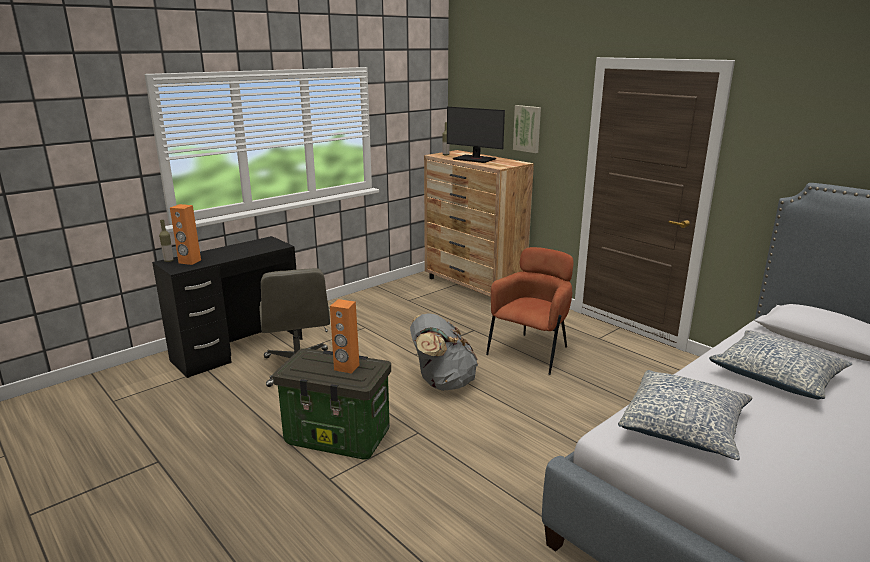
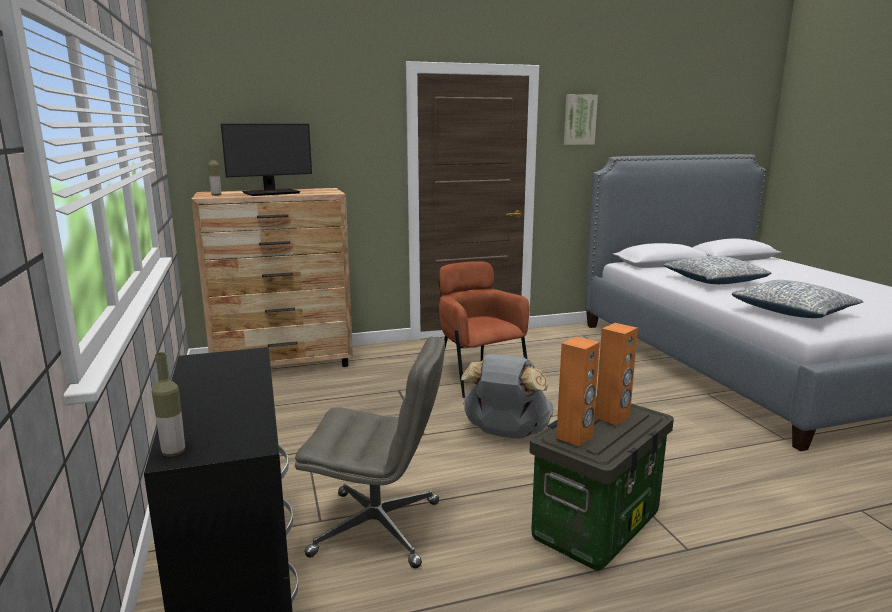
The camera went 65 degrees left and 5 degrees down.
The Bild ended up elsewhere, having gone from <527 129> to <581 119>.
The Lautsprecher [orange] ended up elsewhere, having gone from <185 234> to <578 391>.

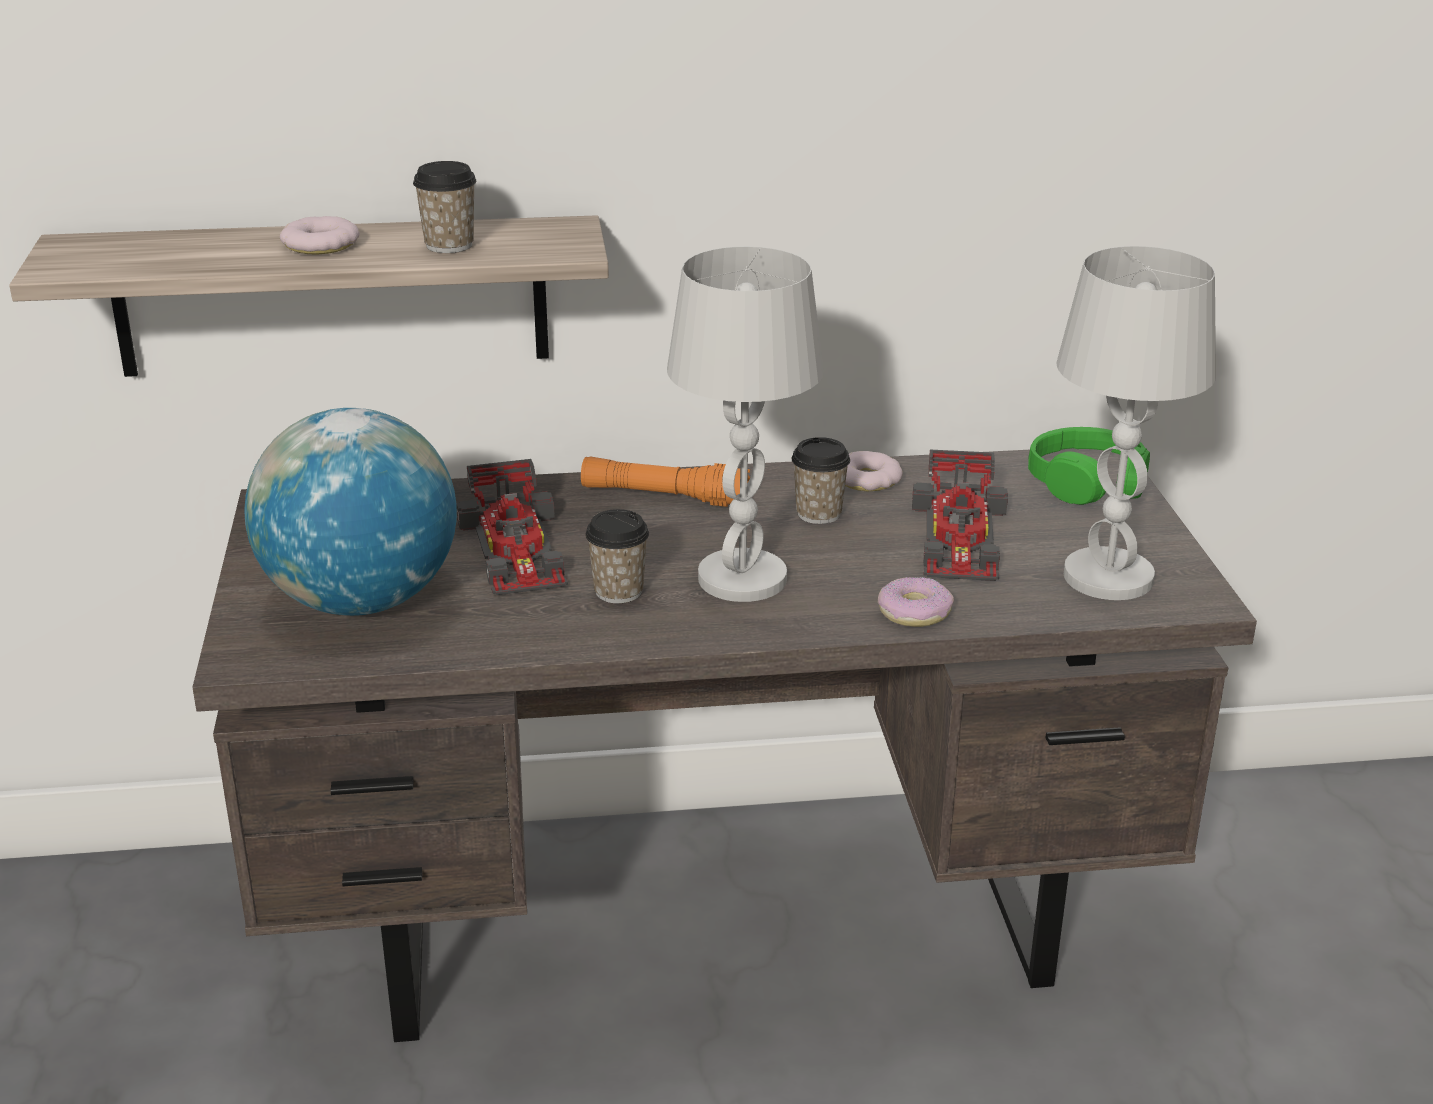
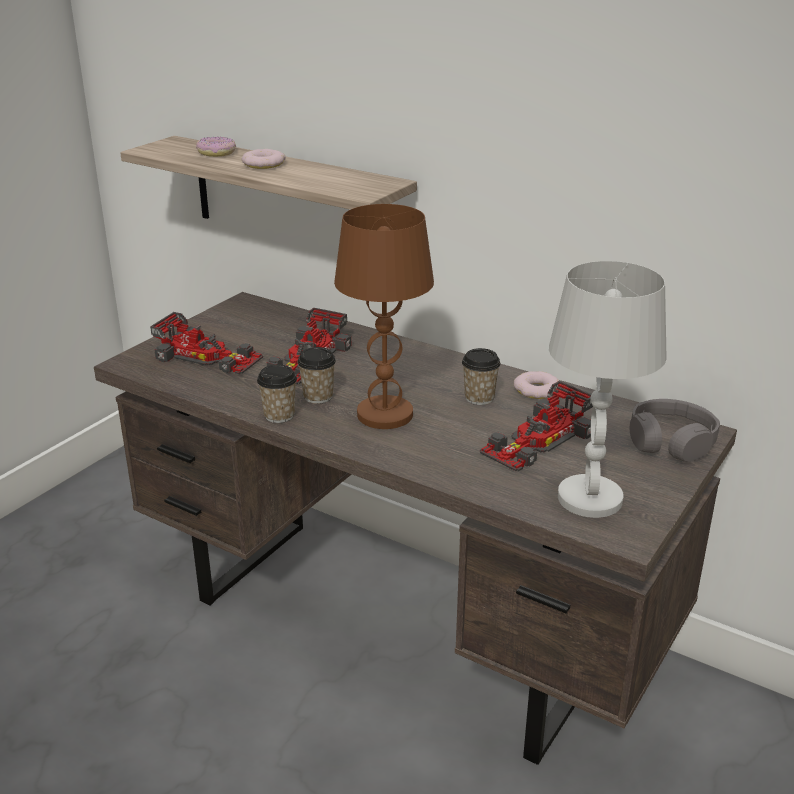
The camera went 40 degrees right and 0 degrees up.
The Tasse ended up elsewhere, having gone from <444 207> to <277 393>.
What was the Tischlampe [weiß] at <745 424> turned into the Tischlampe [braun] at <384 316>.
Where the Globus stood at <350 512>, the Spielzeugauto came to stand at <206 343>.
What was the Kopfhörer [grün] at <1089 466> turned into the Kopfhörer [grau] at <675 430>.
The second view lost the Taschenlampe [orange] at <665 481>.
The Donut ended up elsewhere, having gone from <916 602> to <216 147>.

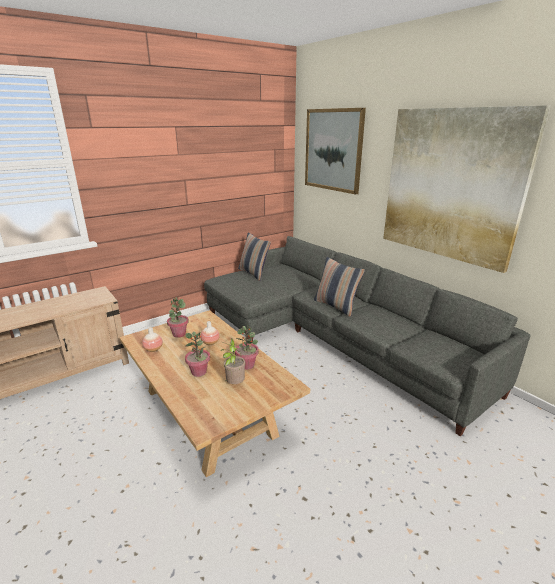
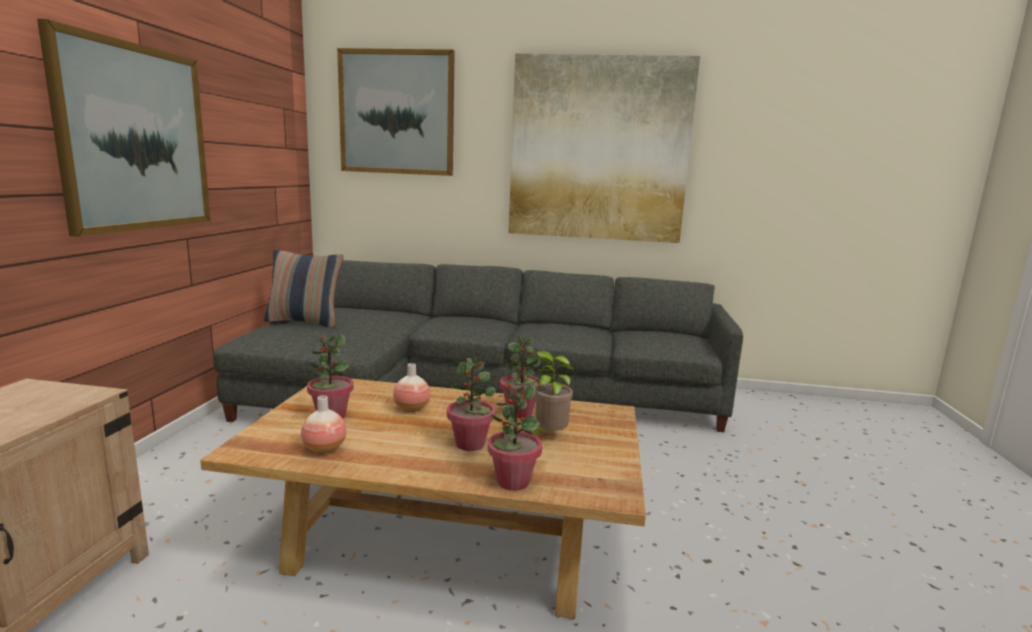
The camera went 45 degrees left and 10 degrees down.
The second view lost the Kissen at <339 287>.
The second view gained the Bild at <124 128>.
The second view gained the Topfpflanze at <515 437>.

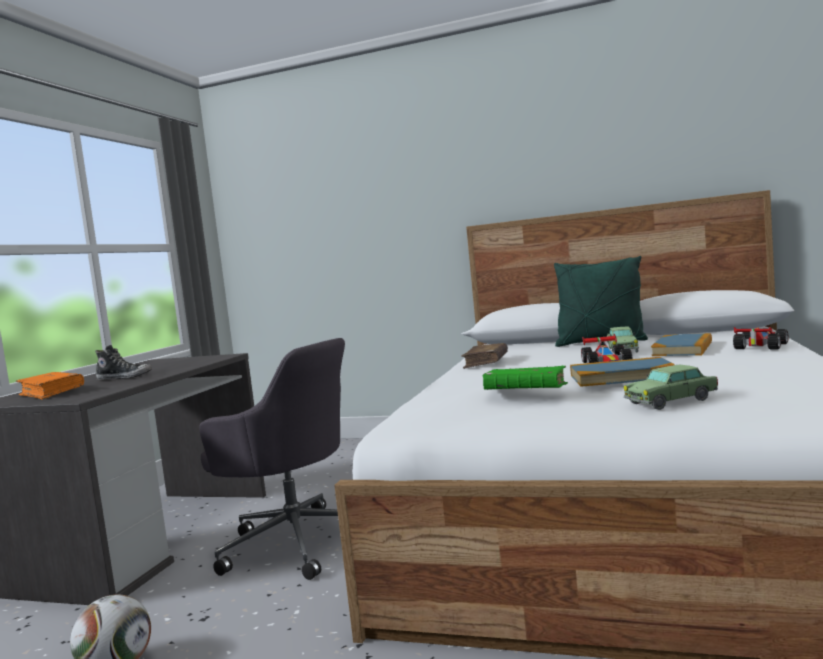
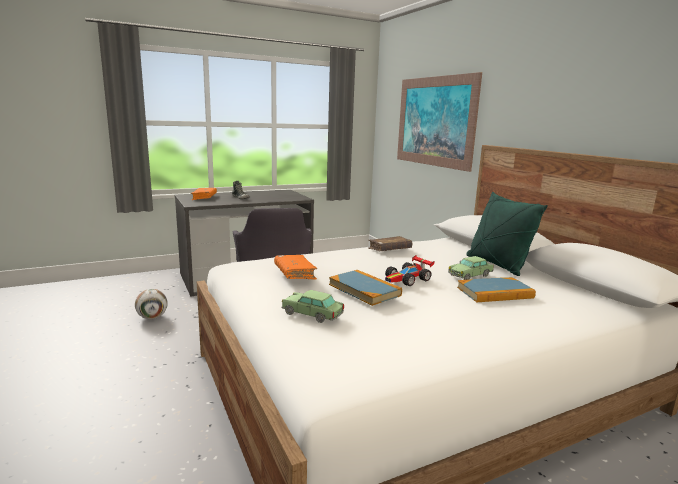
The camera went 45 degrees right and 10 degrees up.
The second view lost the Spielzeugauto at <760 338>.
What was the Buch [grün] at <525 378> turned into the Buch [orange] at <295 267>.
The second view gained the Bild at <439 122>.

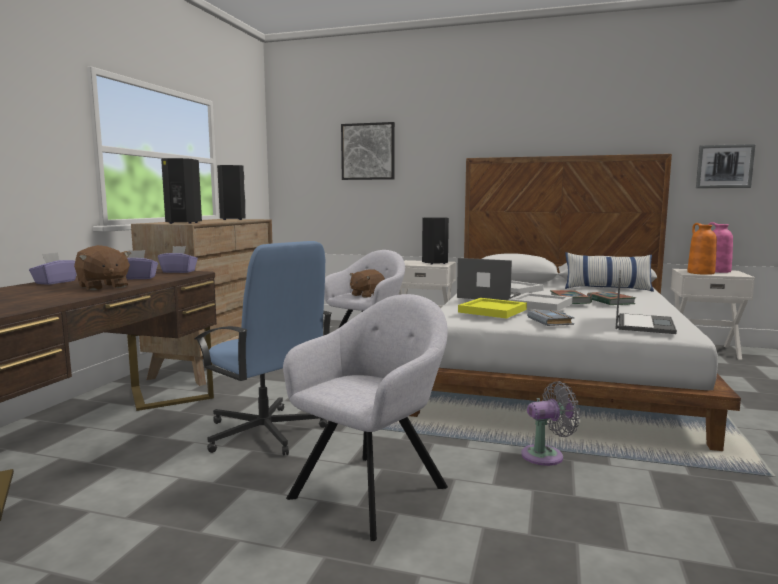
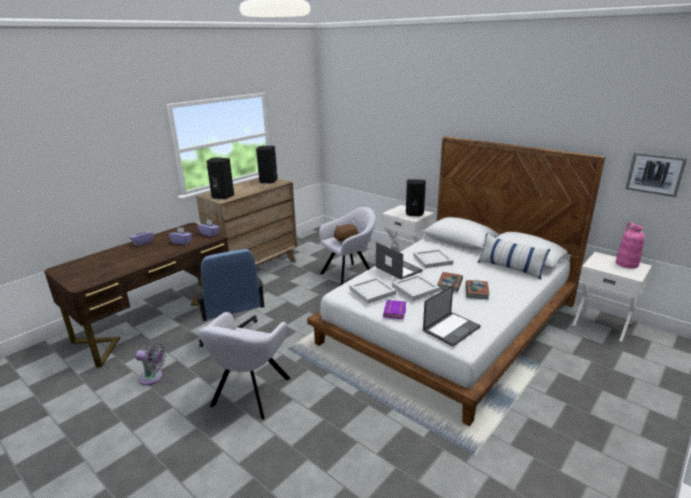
The camera went 25 degrees right and 15 degrees up.
The second view lost the Bild at <368 151>.
The second view lost the Vase [orange] at <702 249>.
The second view lost the Plüschtier [braun] at <102 268>.
The Sessel [grau] at <365 417> ended up facing another way, 135 degrees clockwise from before.
What was the Tablett [gelb] at <492 308> turned into the Tablett [weiß] at <373 290>.
What was the Buch [grau] at <550 318> turned into the Buch [lila] at <394 309>.
The Ventilator [grau] ended up elsewhere, having gone from <550 423> to <150 363>.

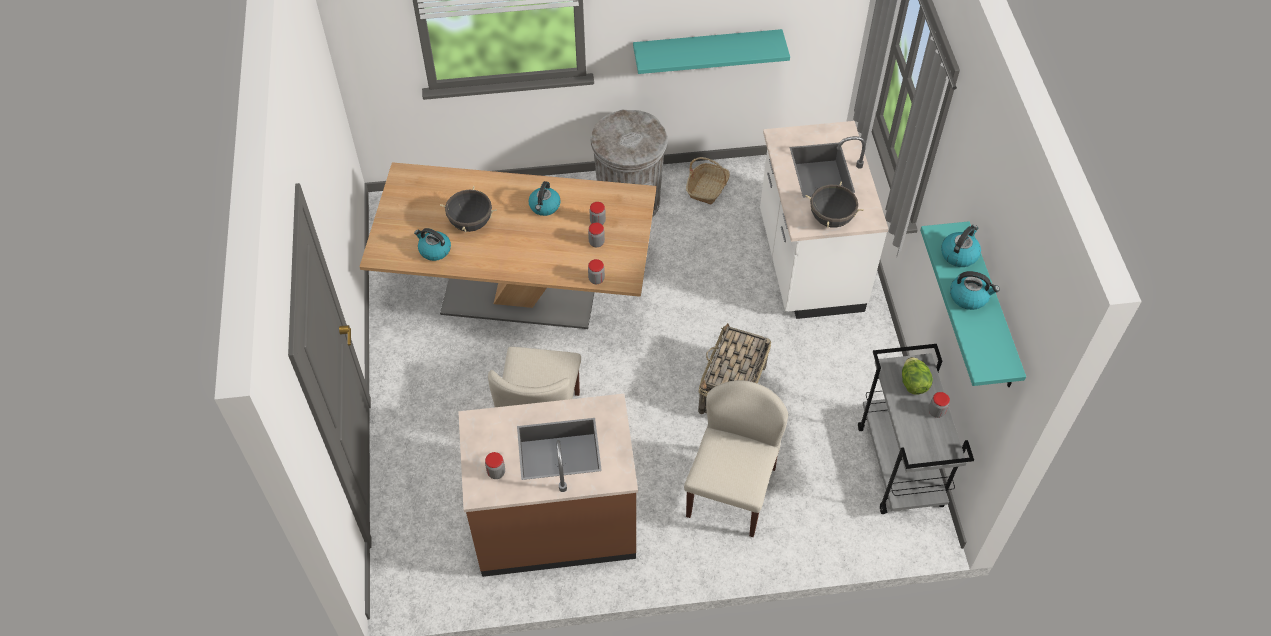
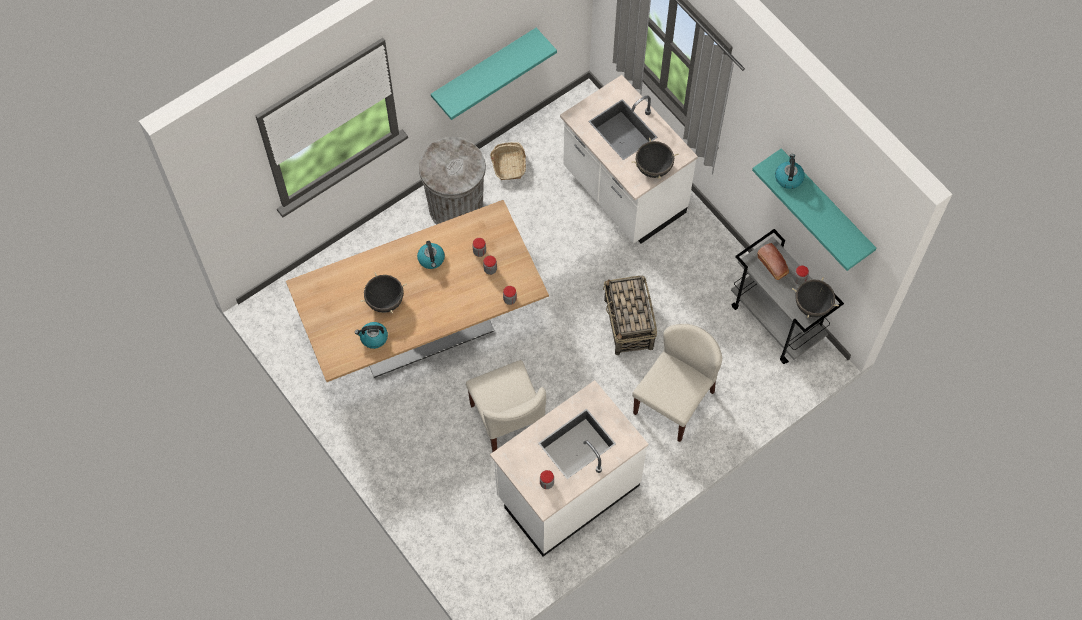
The camera went 30 degrees left and 10 degrees up.
The second view lost the Wasserkessel at <975 290>.
Where the Salatkopf stood at <917 376>, the Brot came to stand at <773 261>.
The Stuhl [beige] at <736 458> ended up facing another way, 45 degrees clockwise from before.
What was the Küchenzeile [braun] at <548 485> turned into the Küchenzeile [weiß] at <569 468>.
The second view gained the Kochtopf [schwarz] at <815 297>.

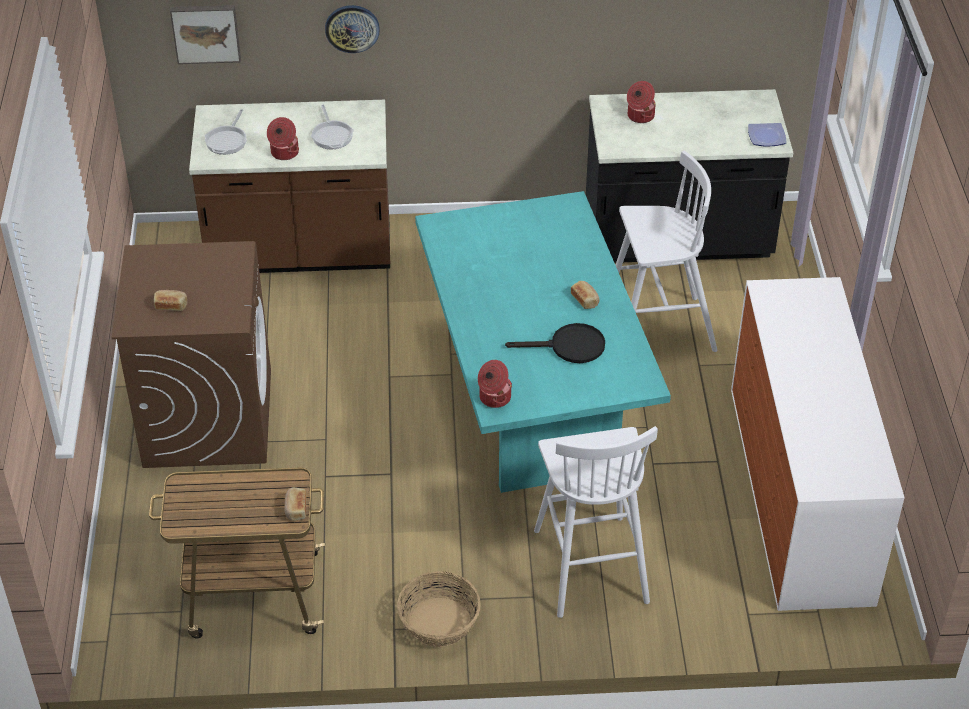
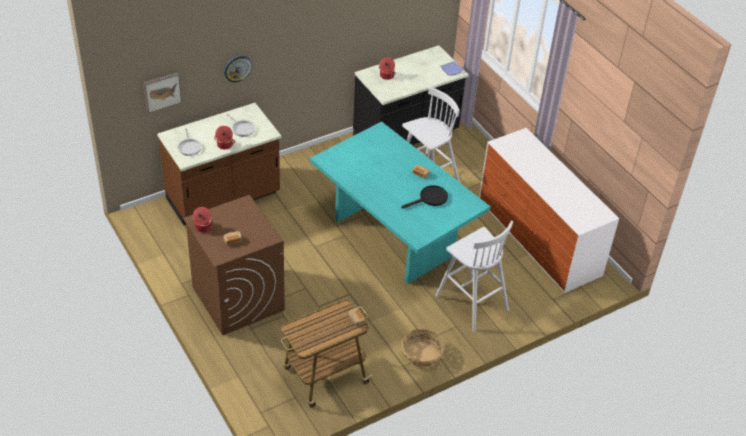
The camera went 30 degrees left and 0 degrees up.
The Kochtopf ended up elsewhere, having gone from <495 384> to <202 219>.

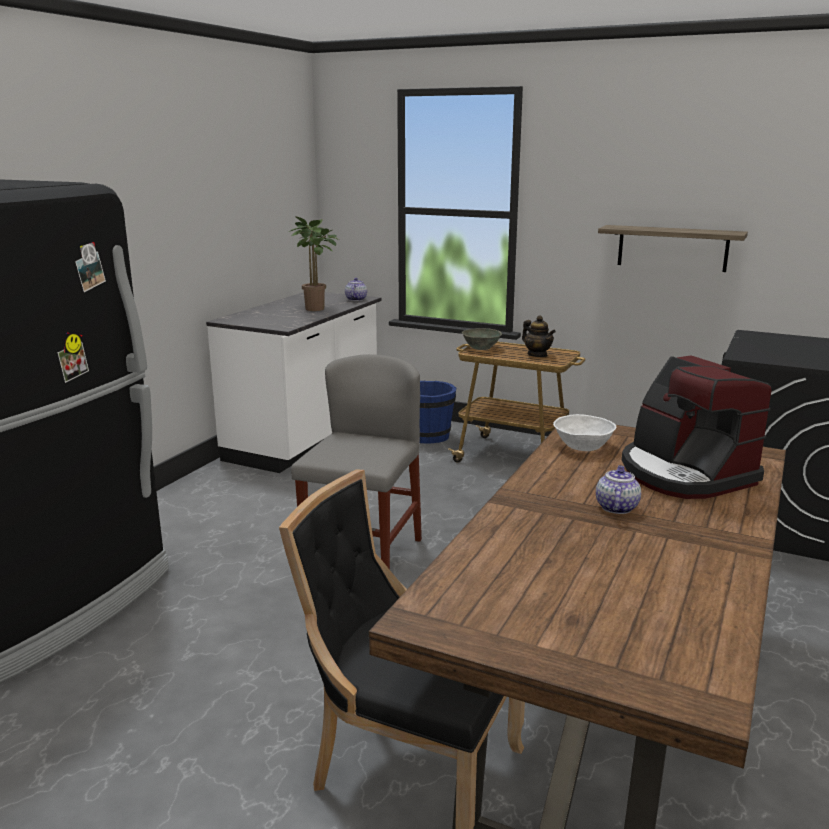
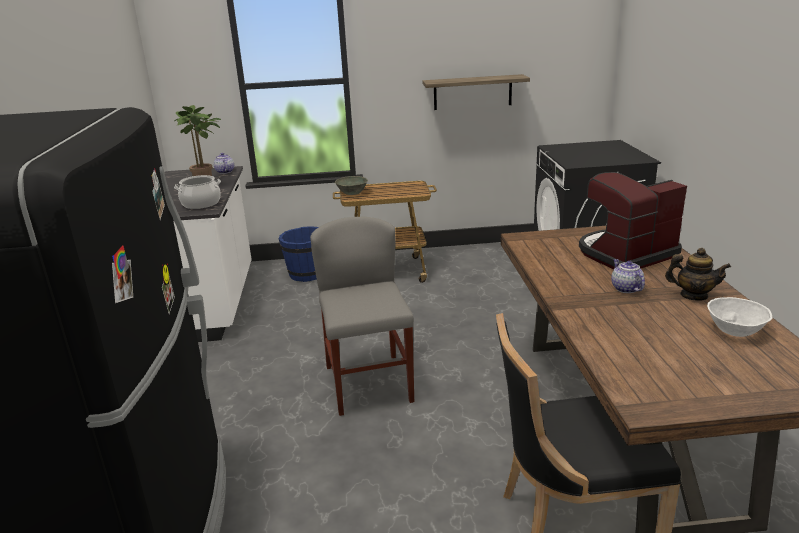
The camera went 30 degrees left and 5 degrees up.
The Teekanne ended up elsewhere, having gone from <539 336> to <698 274>.
The Kaffeemaschine at <696 427> ended up facing another way, 120 degrees clockwise from before.
The Schüssel [weiß] ended up elsewhere, having gone from <584 432> to <739 317>.
The second view gained the Kochtopf at <197 192>.

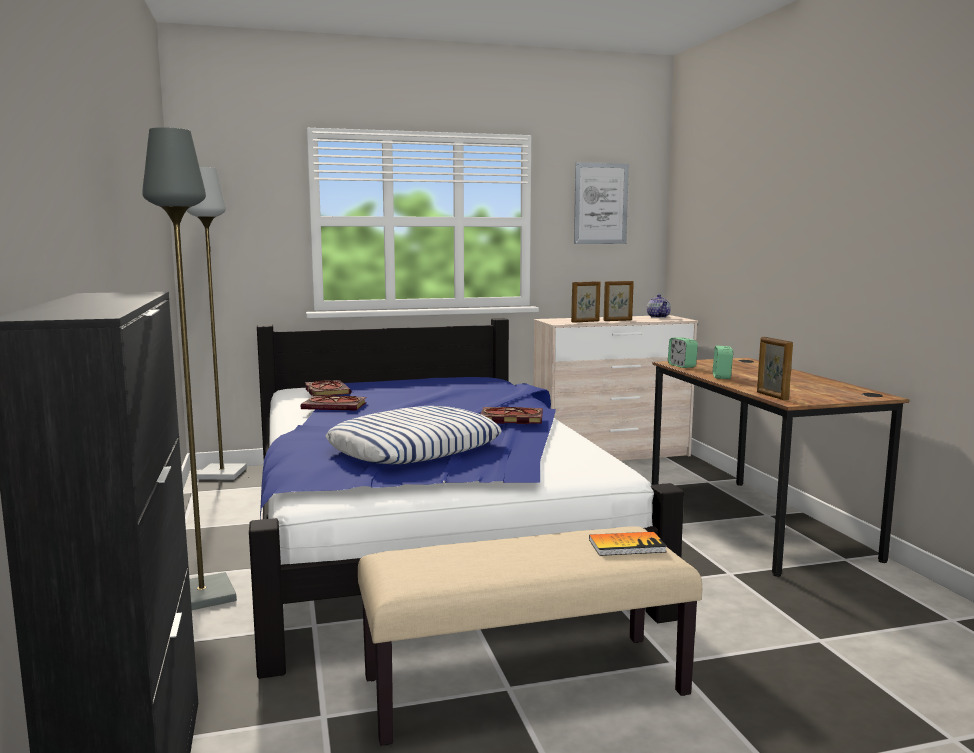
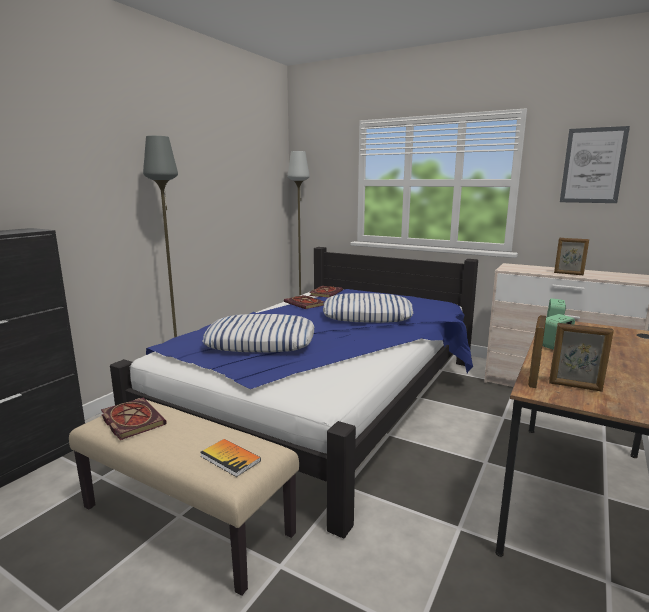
The camera went 45 degrees right and 5 degrees up.
The Bilderrahmen ended up elsewhere, having gone from <585 302> to <581 357>.
The second view lost the Teekanne at <659 306>.
The Buch ended up elsewhere, having gone from <512 415> to <134 419>.
The second view gained the Kissen at <368 308>.

